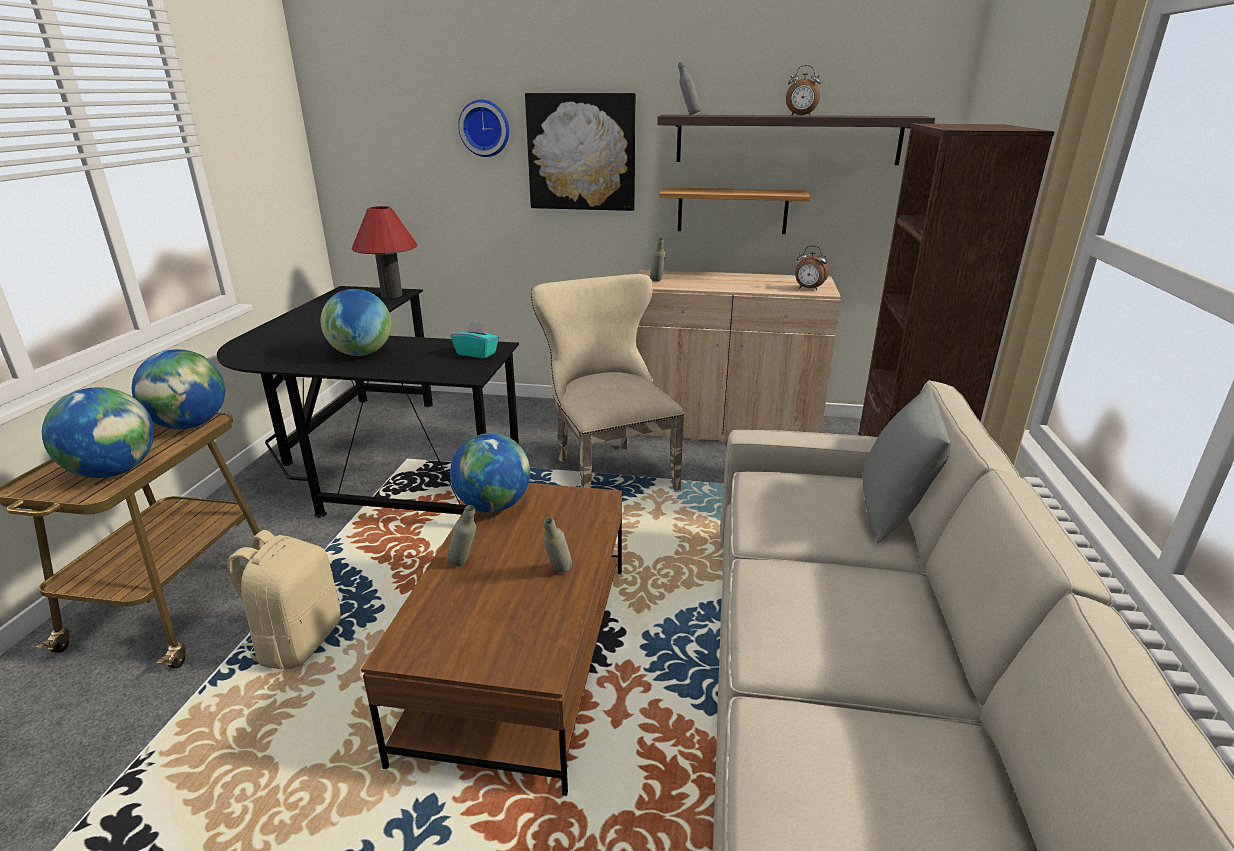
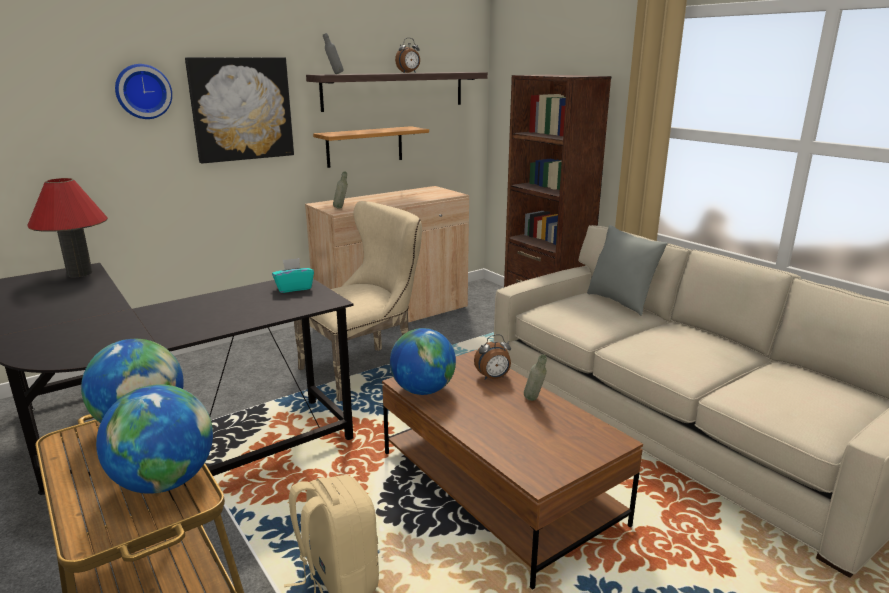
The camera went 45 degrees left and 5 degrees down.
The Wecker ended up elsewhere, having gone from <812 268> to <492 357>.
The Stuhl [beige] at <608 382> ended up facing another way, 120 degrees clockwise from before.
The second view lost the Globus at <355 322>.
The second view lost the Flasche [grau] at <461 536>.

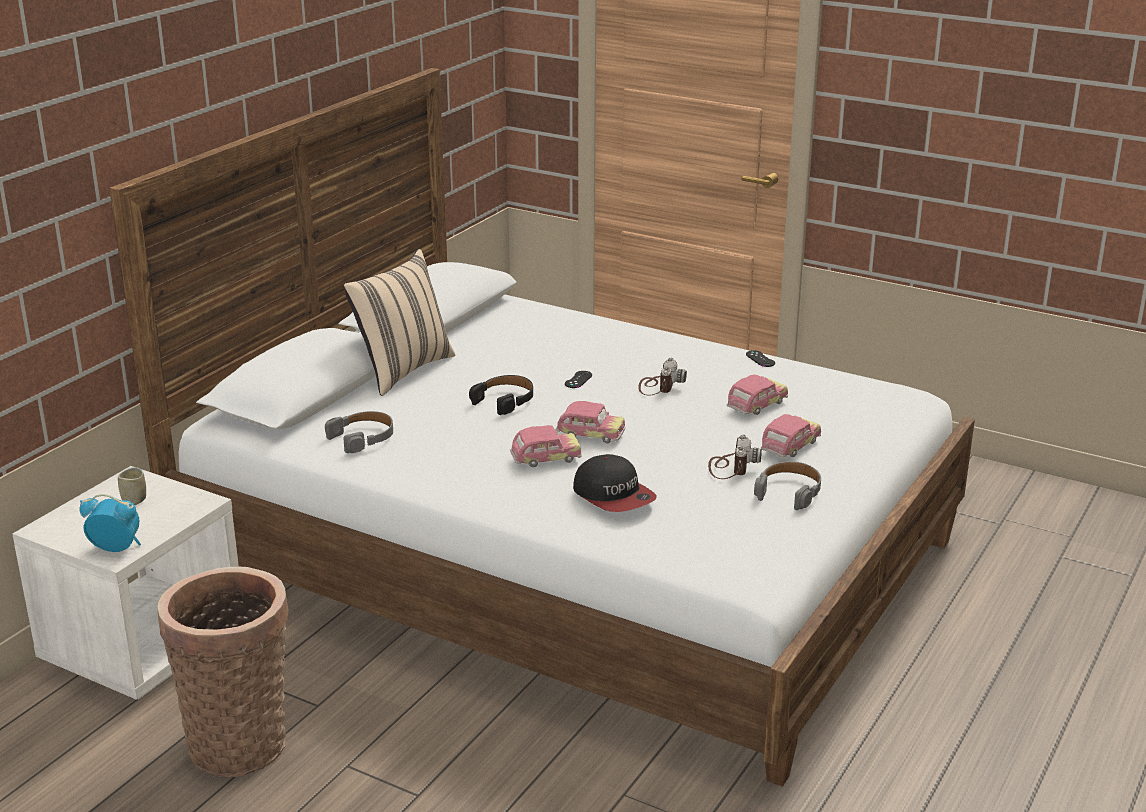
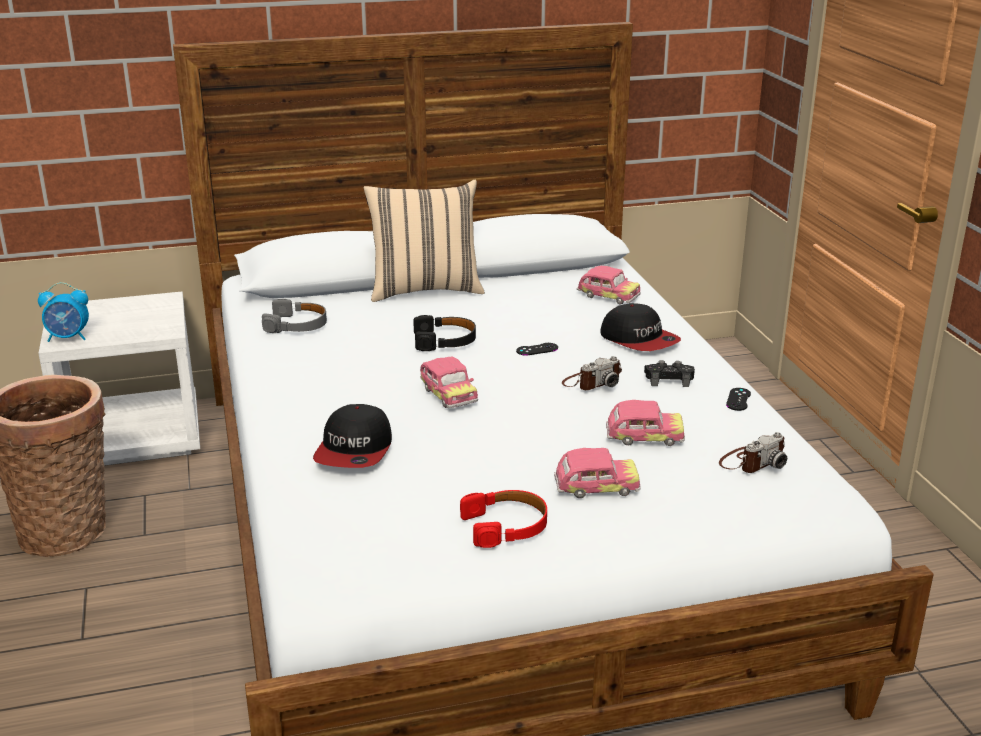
The camera went 45 degrees right and 0 degrees up.
The Spielzeugauto ended up elsewhere, having gone from <546 446> to <608 285>.
The Kamera ended up elsewhere, having gone from <735 457> to <753 452>.
What was the Kopfhörer [grau] at <787 485> turned into the Kopfhörer [rot] at <503 519>.
The second view lost the Tasse at <132 486>.
The Wecker at <110 523> ended up facing another way, 120 degrees clockwise from before.
The second view gained the Kappe at <640 327>.
The second view gained the Gamepad [schwarz] at <669 373>.

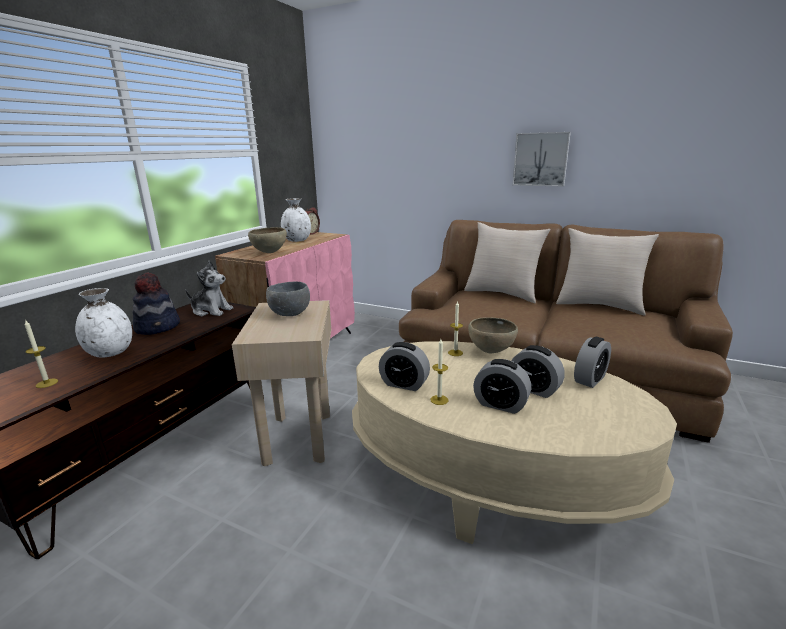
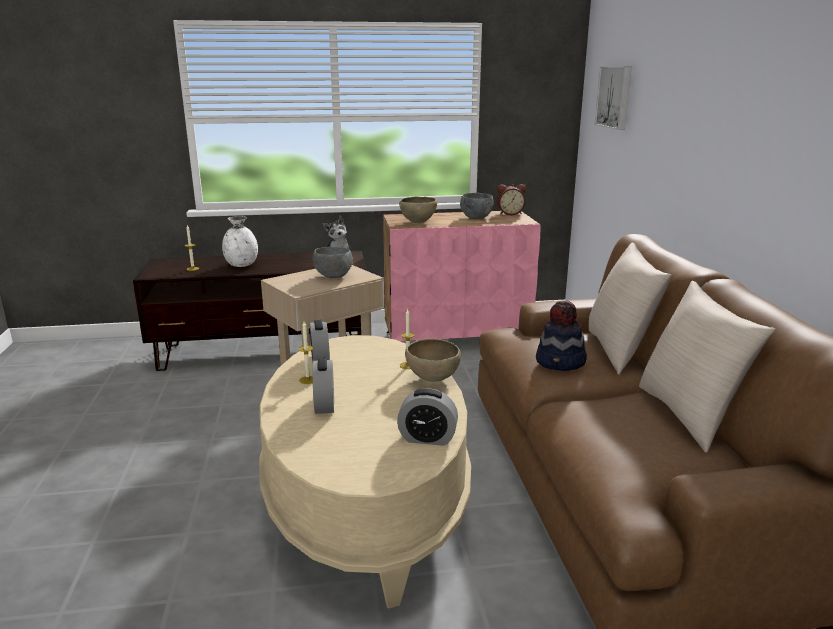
The camera went 55 degrees right and 0 degrees up.
The Bild ended up elsewhere, having gone from <541 159> to <613 98>.
Where the Vase [weiß] stood at <296 220>, the Schüssel [grau] came to stand at <477 206>.
The Hut ended up elsewhere, having gone from <156 303> to <561 335>.
The second view lost the Wecker at <538 371>.

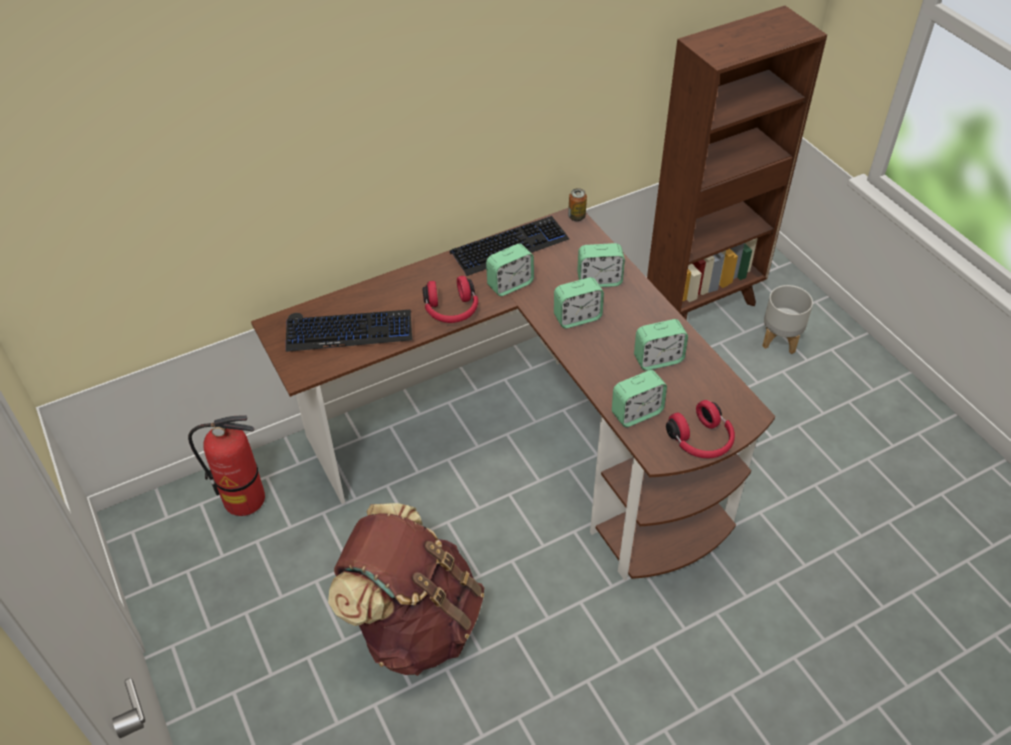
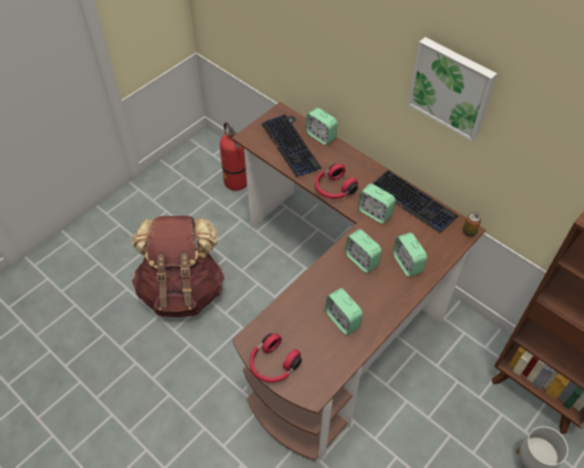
The camera went 70 degrees right and 5 degrees up.
The Wecker ended up elsewhere, having gone from <639 398> to <322 126>.
The second view gained the Bild at <452 89>.

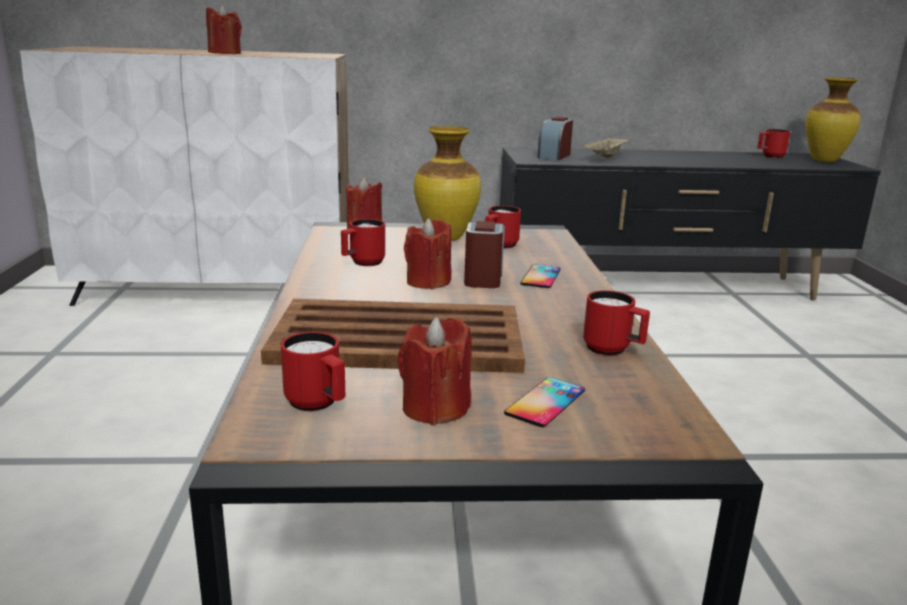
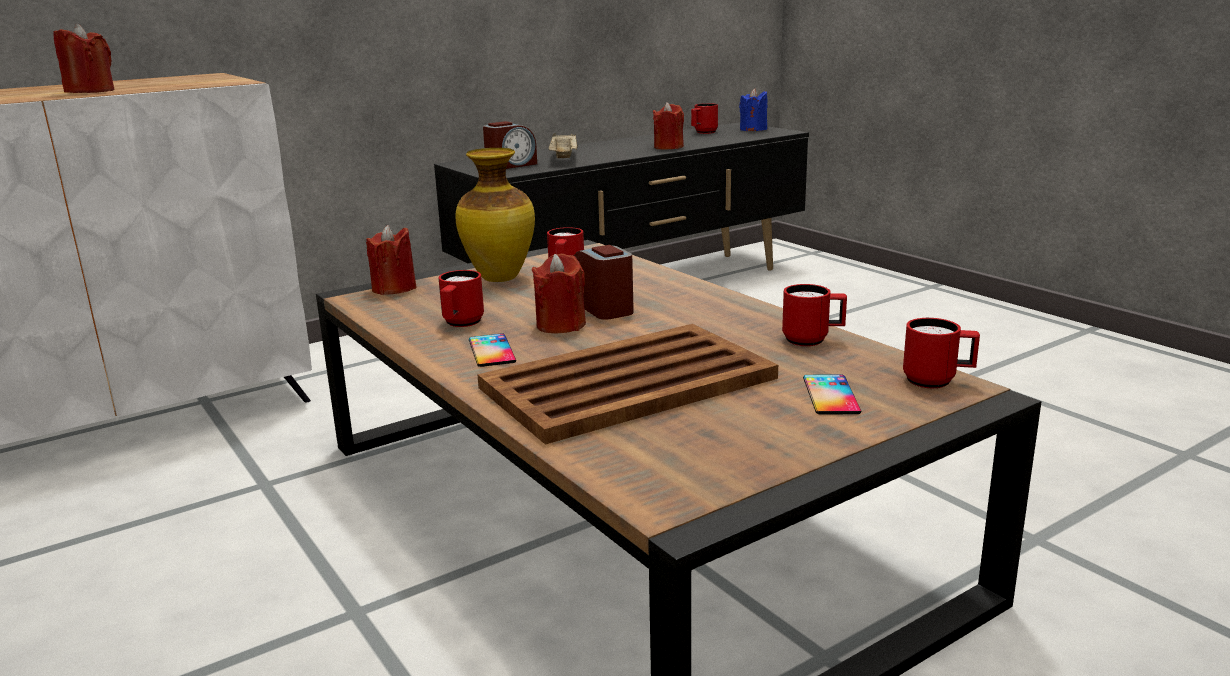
The camera went 30 degrees left and 0 degrees up.
Where the Vase stood at <833 119>, the Kerze [blau] came to stand at <753 109>.
The Wecker at <555 138> ended up facing another way, 120 degrees counterclockwise from before.
The Handy ended up elsewhere, having gone from <540 276> to <492 350>.
The Kerze [rot] ended up elsewhere, having gone from <435 371> to <668 125>.
The Henkelbecher [rot] ended up elsewhere, having gone from <313 371> to <941 353>.

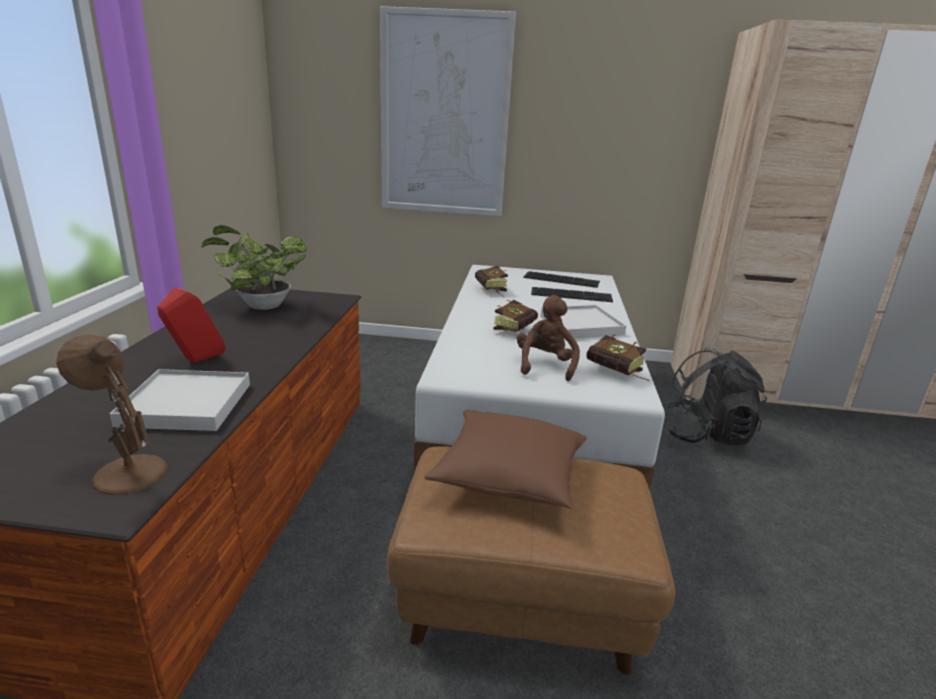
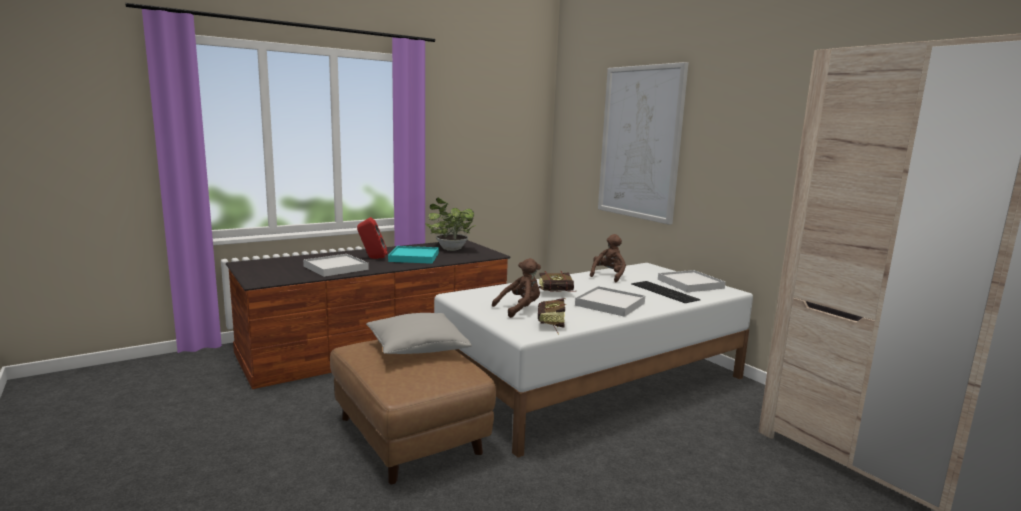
The camera went 50 degrees right and 10 degrees down.
Where the Buch stood at <491 281>, the Plüschtier [braun] came to stand at <608 258>.
Where the Tastatur stood at <561 279>, the Tablett [weiß] came to stand at <691 281>.
The second view lost the Tischlampe [braun] at <112 415>.
The second view lost the Rucksack [schwarz] at <715 397>.
What was the Kissen [braun] at <505 459> turned into the Kissen [grau] at <419 333>.
The second view gained the Tablett [türkis] at <413 255>.

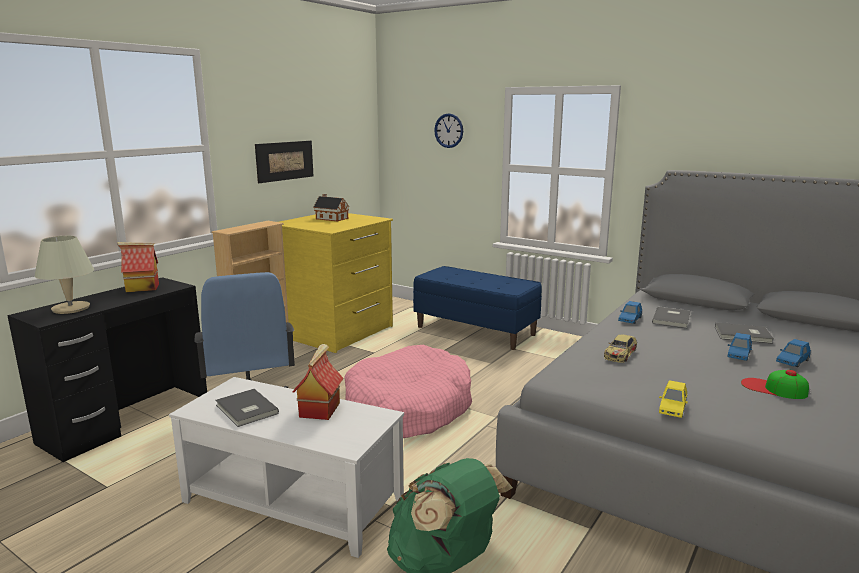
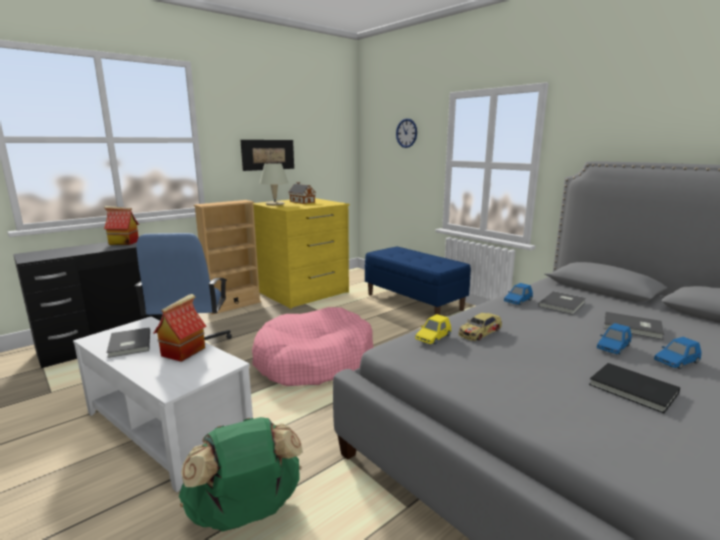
The camera went 15 degrees right and 0 degrees up.
The Tischlampe [beige] ended up elsewhere, having gone from <64 275> to <273 184>.
Where the Kappe stood at <775 384>, the Buch [schwarz] came to stand at <634 388>.
The Spielzeugauto [gelb] ended up elsewhere, having gone from <673 399> to <433 329>.

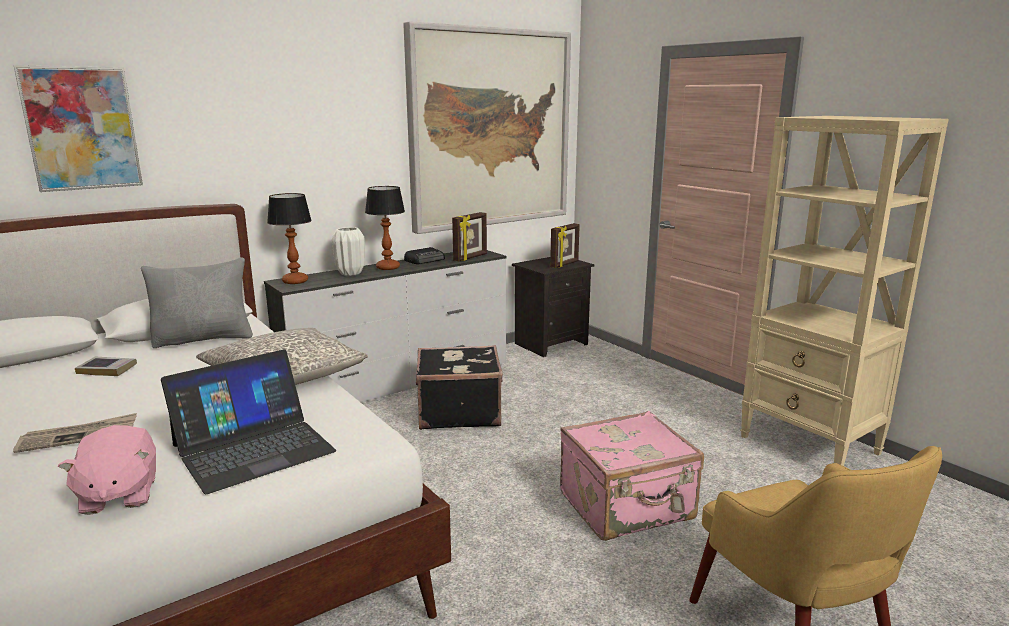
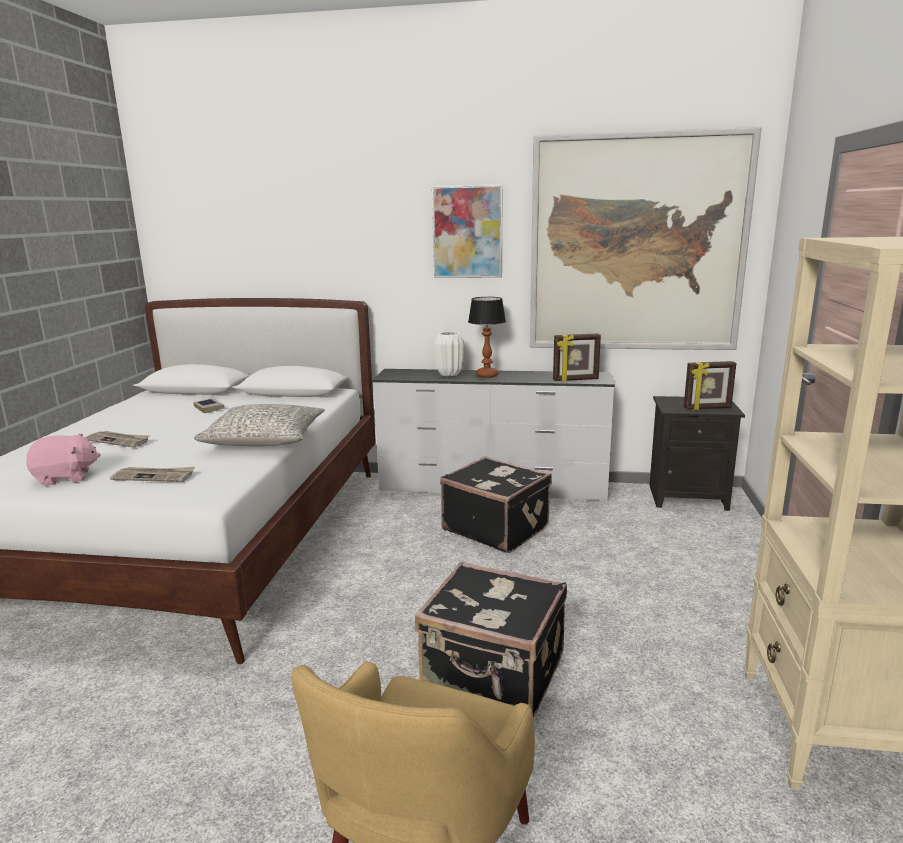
The camera went 45 degrees right and 0 degrees up.
The Bild ended up elsewhere, having gone from <78 128> to <467 231>.
The second view lost the Tischlampe at <289 238>.
The second view lost the Radio at <424 255>.
The second view lost the Kissen [grau] at <197 302>.
Where the Laptop stood at <248 422>, the Zeitung came to stand at <152 474>.
What was the Koffer [rosa] at <632 475> turned into the Koffer [schwarz] at <491 639>.
The Plüschtier [rosa] at <107 470> ended up facing another way, 135 degrees counterclockwise from before.

